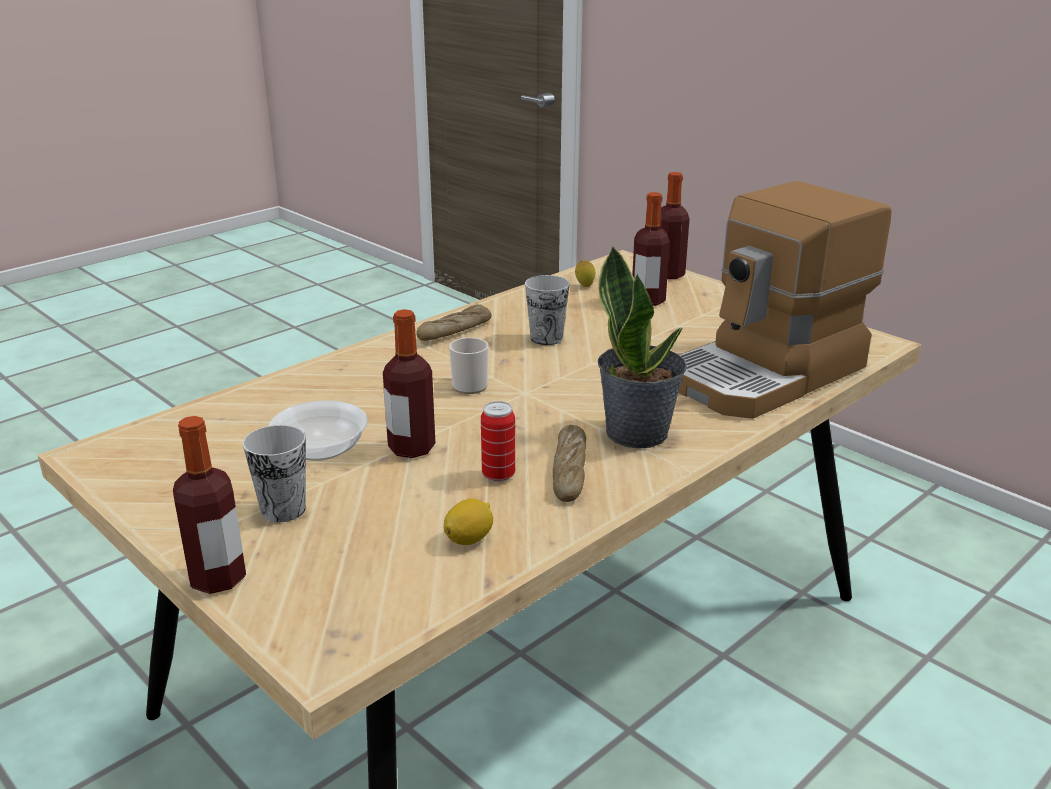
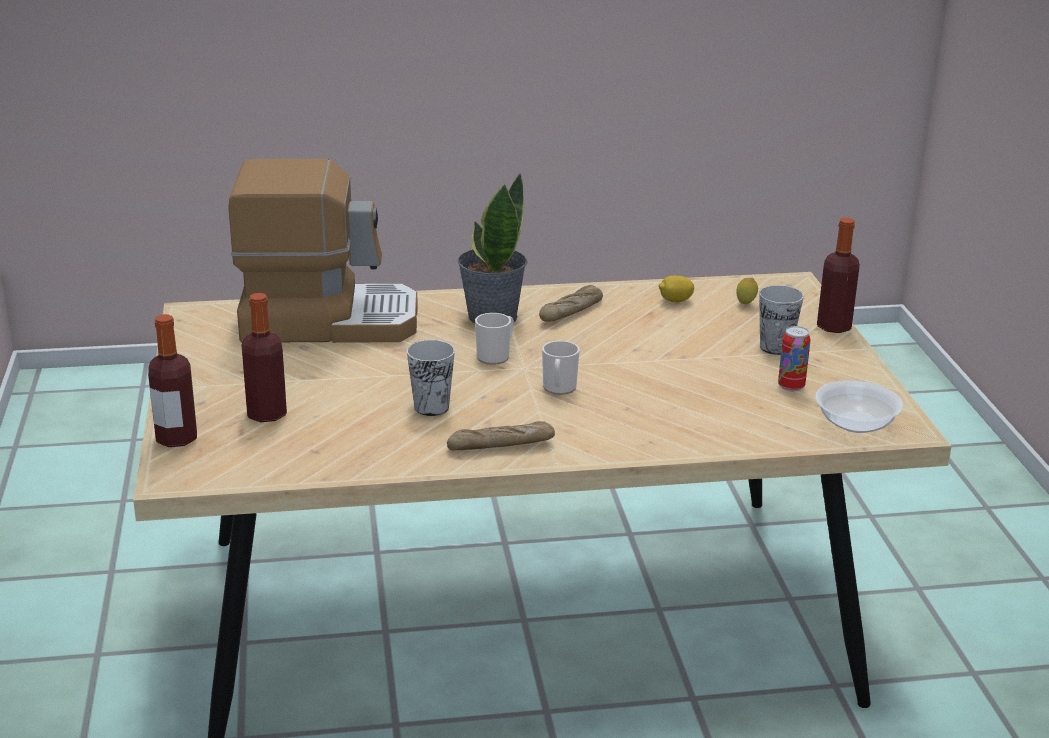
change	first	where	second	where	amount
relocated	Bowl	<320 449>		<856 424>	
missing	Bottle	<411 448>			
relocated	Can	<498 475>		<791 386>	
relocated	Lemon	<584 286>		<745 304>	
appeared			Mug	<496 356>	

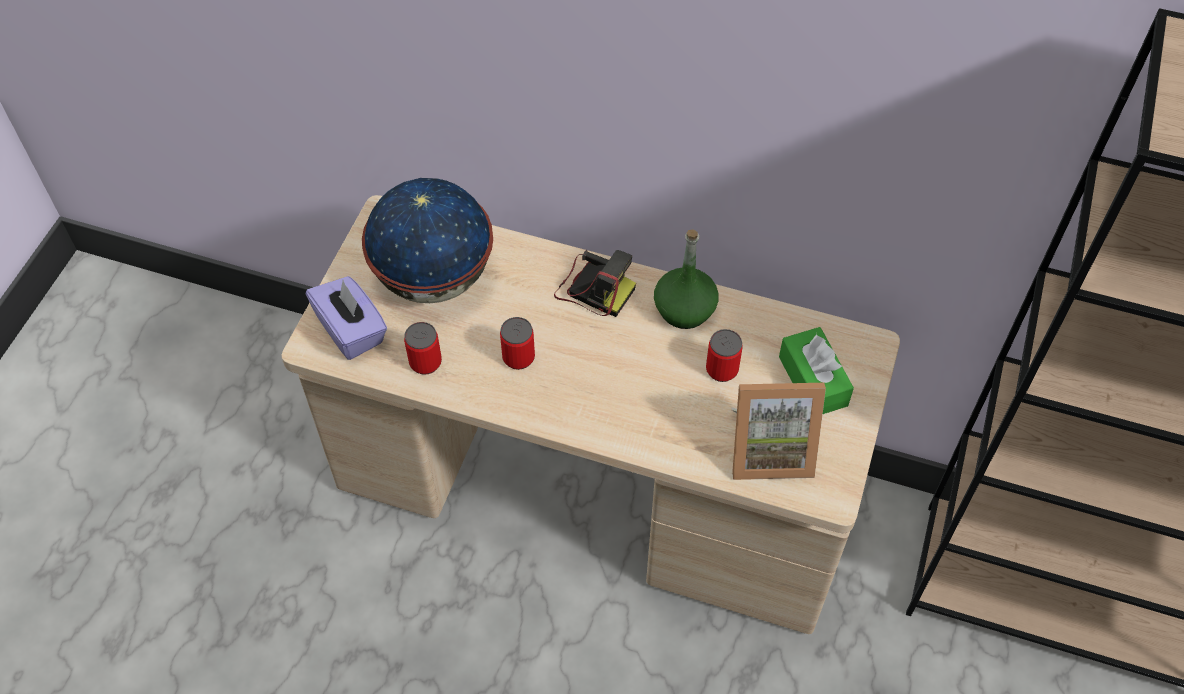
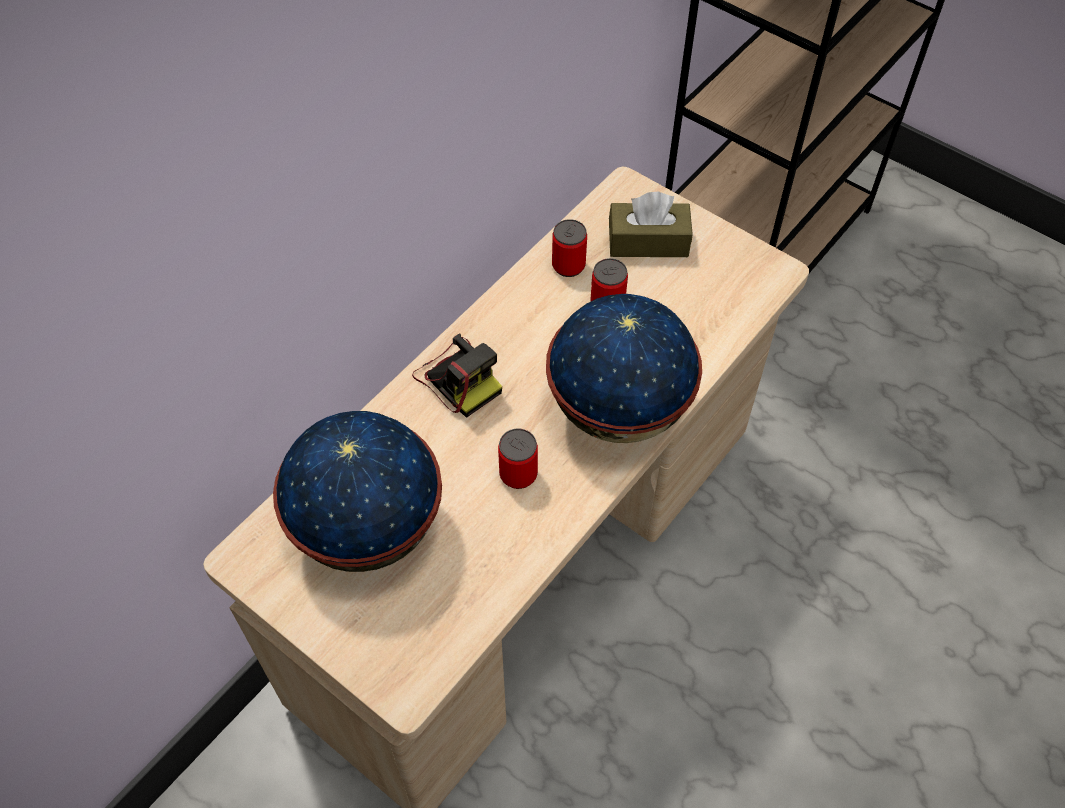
change	first	where	second	where	amount
missing	PurpleTissueBox	<352 330>			
relocated	Can	<425 362>		<568 265>	
spun	PhotoCamera	<593 288>		<458 378>	90 degrees clockwise
missing	GreenBottle	<684 309>			
missing	PictureFrame	<769 450>			
colour	GreenTissueBox	<813 381>	BrownTissueBox	<648 242>	
appeared			Globe	<619 409>	

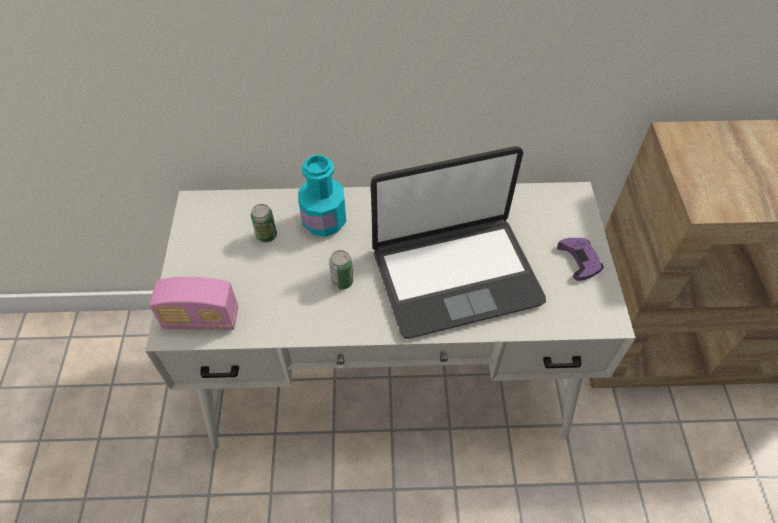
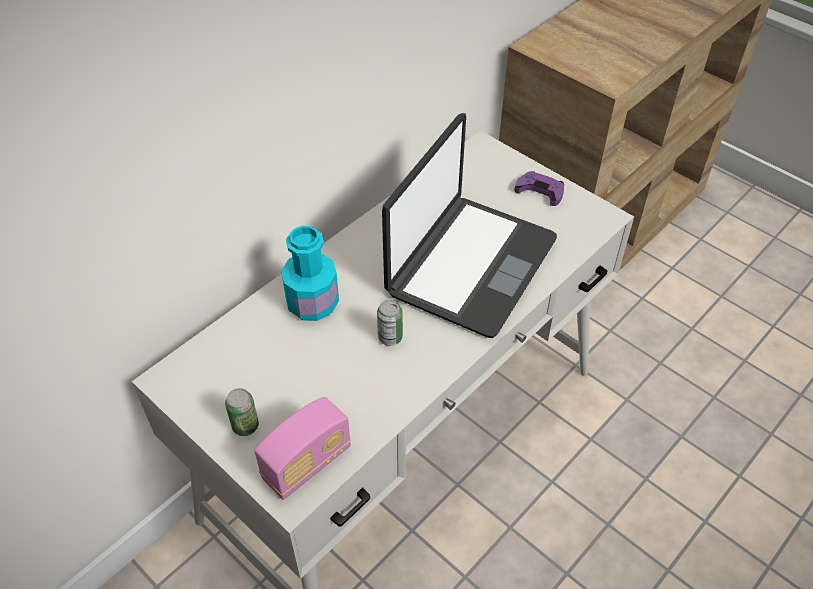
change	first	where	second	where	amount
relocated	Can	<266 235>		<245 426>	

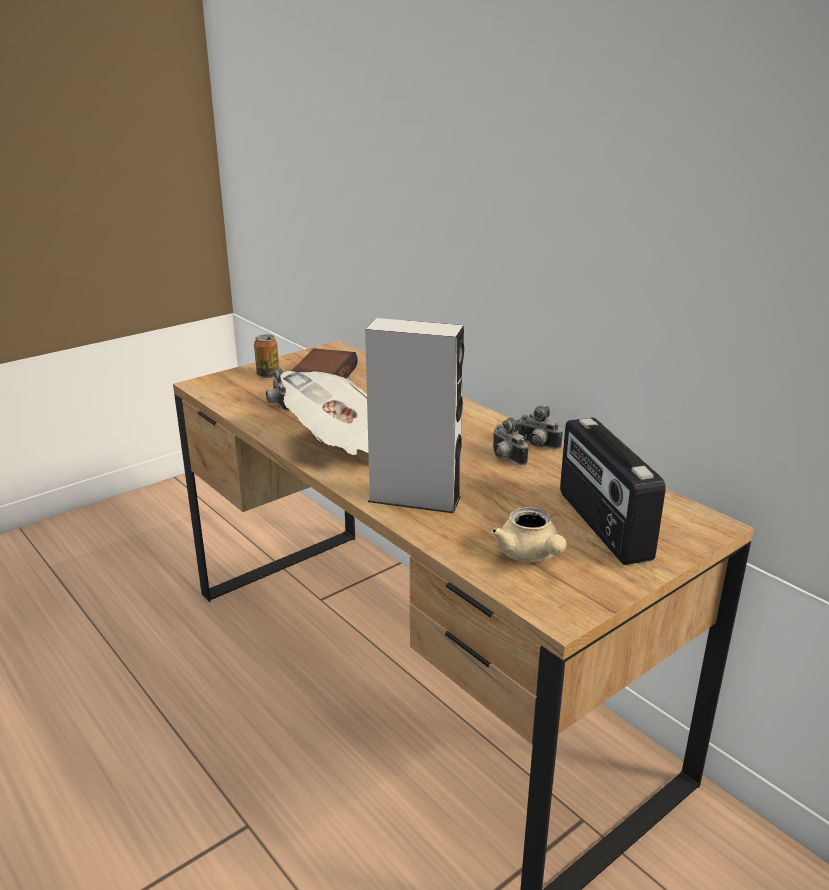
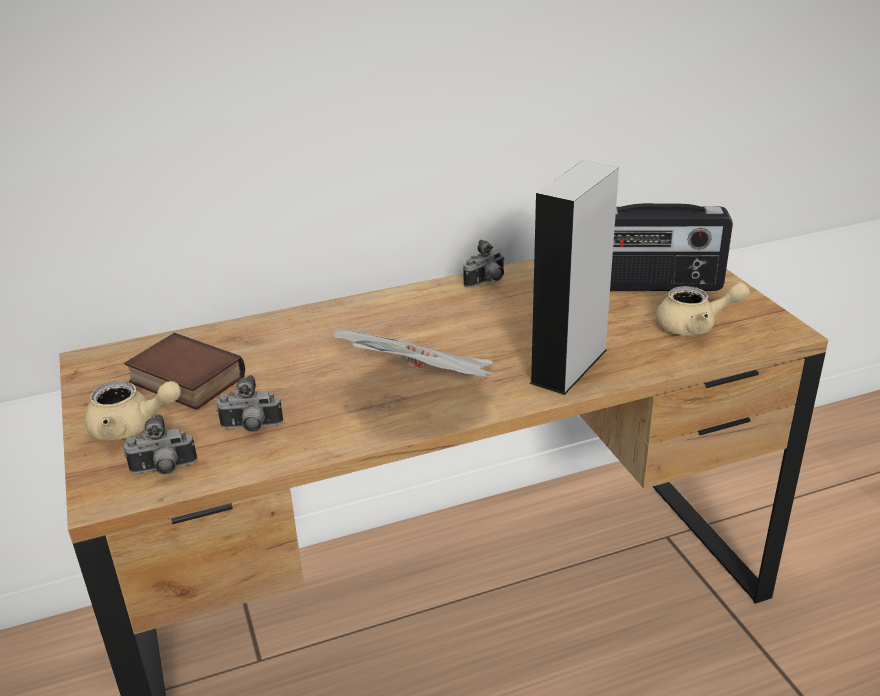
change	first	where	second	where	amount
exchanged	Can	<268 375>	BeigeTeapot	<132 427>	
relocated	PhotoCamera	<505 458>		<163 470>	

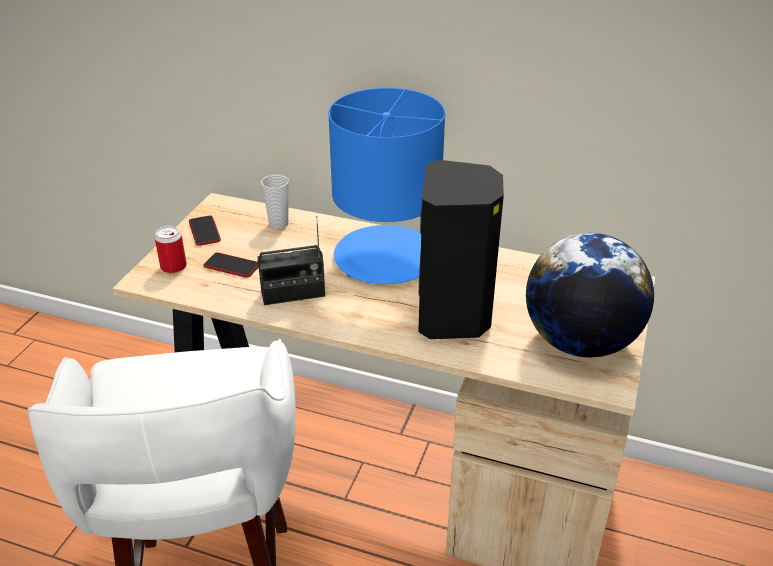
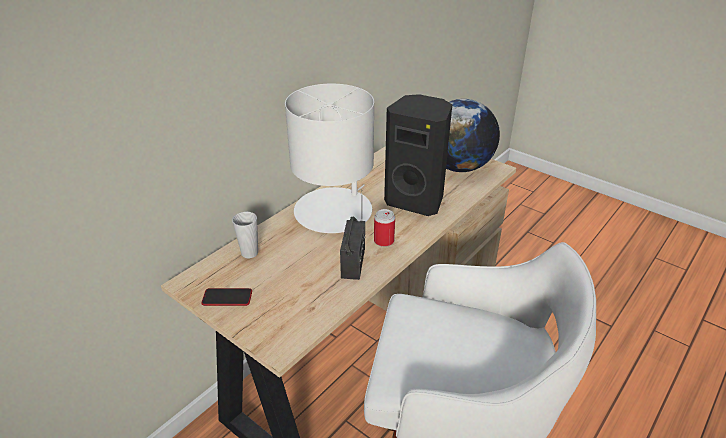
change	first	where	second	where	amount
relocated	Can	<173 267>		<384 241>	
missing	Phone	<232 266>			
colour	BlueTableLamp	<387 257>	WhiteTableLamp	<334 211>	

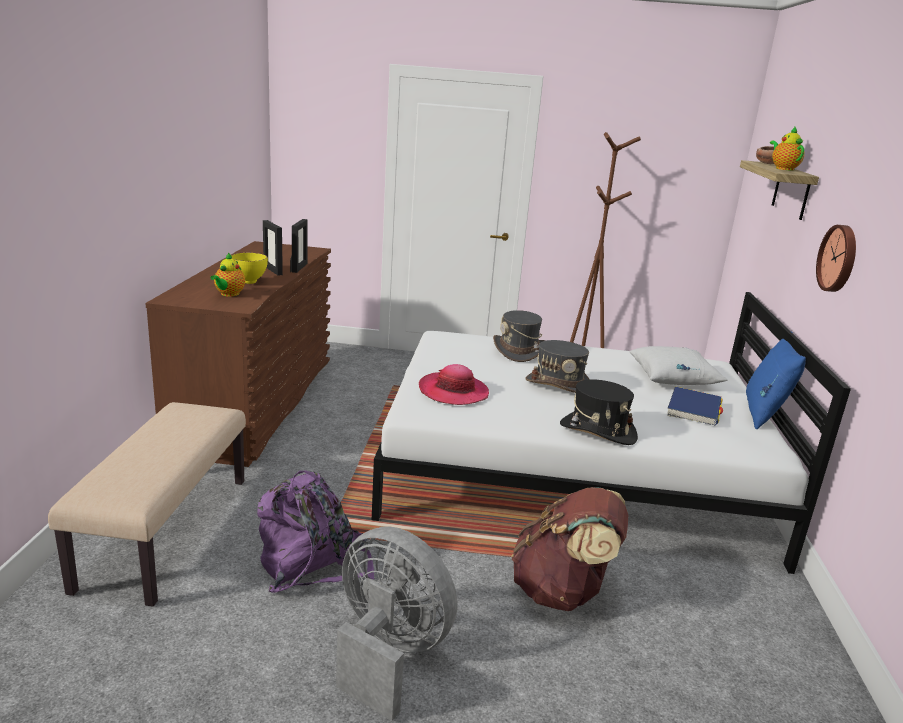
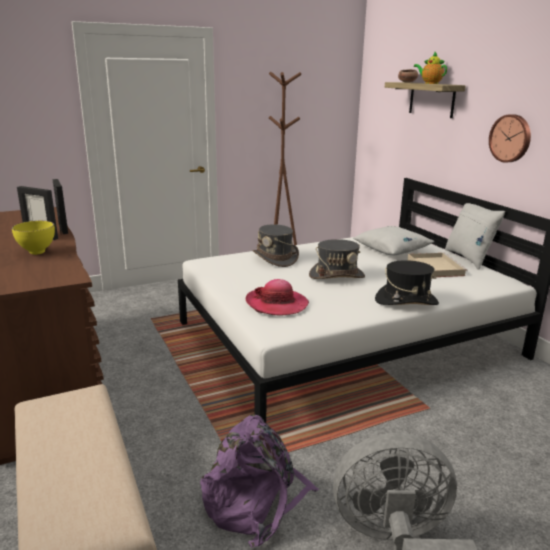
change	first	where	second	where	amount
missing	Teapot	<229 294>			
missing	BrownBackpack	<562 591>			
exchanged	BlueBook	<694 409>	BeigeTray	<434 267>	
colour	BluePillow	<764 414>	GreyPillow	<468 259>	

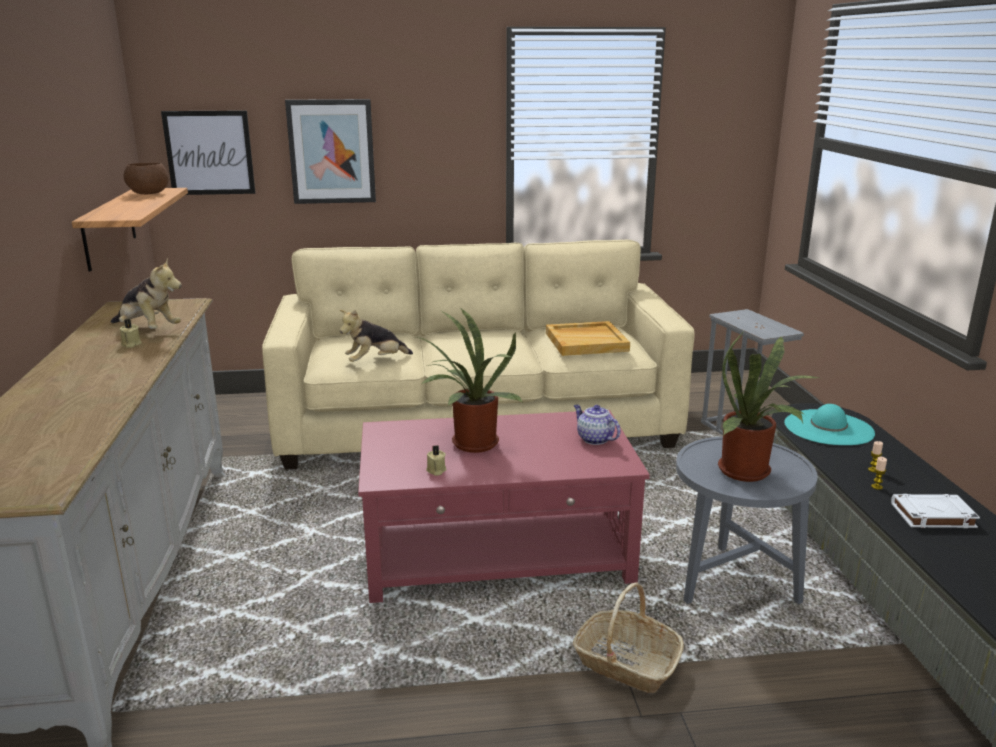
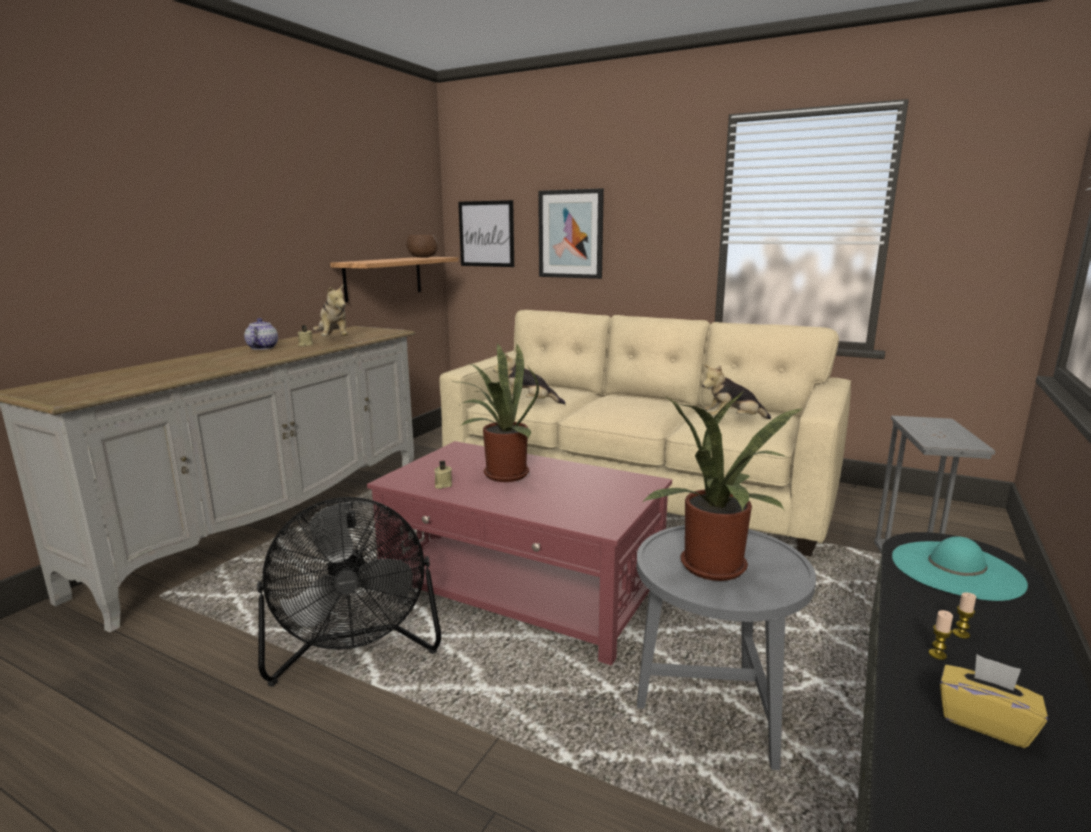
change	first	where	second	where	amount
exchanged	BeigeTray	<587 342>	PlushToy	<732 421>	
missing	Basket	<626 663>			
relocated	Teapot	<594 439>		<262 348>	
exchanged	WhiteBook	<932 516>	YellowTissueBox	<984 721>	
appeared			BlackFan	<349 650>	

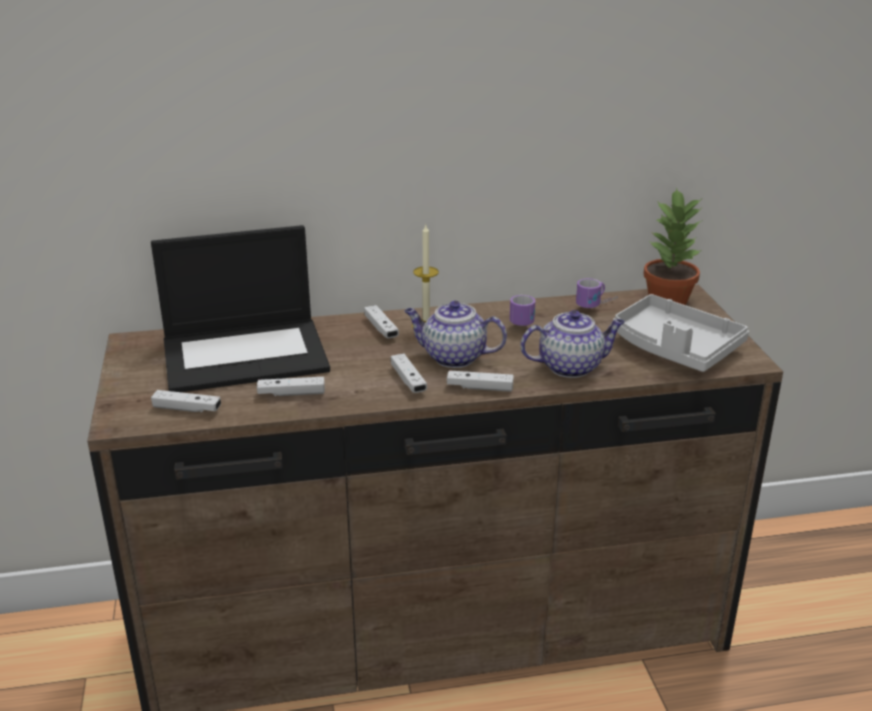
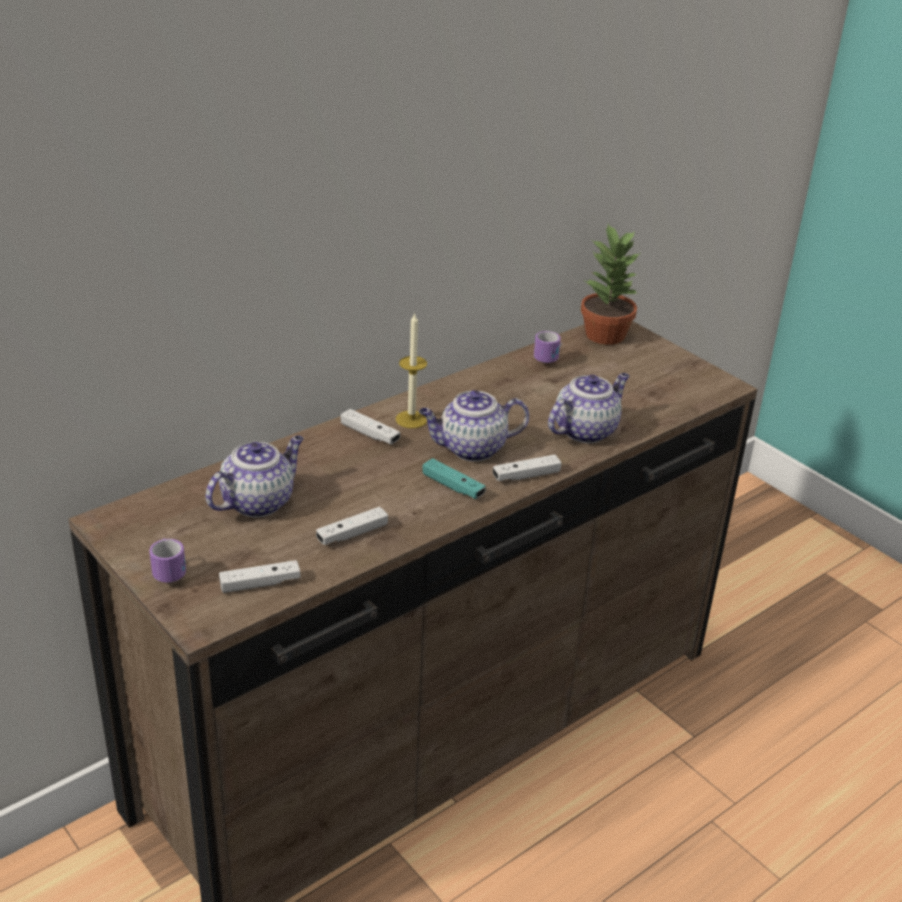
change	first	where	second	where	amount
exchanged	Laptop	<246 354>	Teapot	<258 502>	
colour	WhiteGameController	<408 380>	TurquoiseGameController	<453 486>	
relocated	Mug	<523 320>		<167 568>	
missing	GreyTray	<674 348>			

